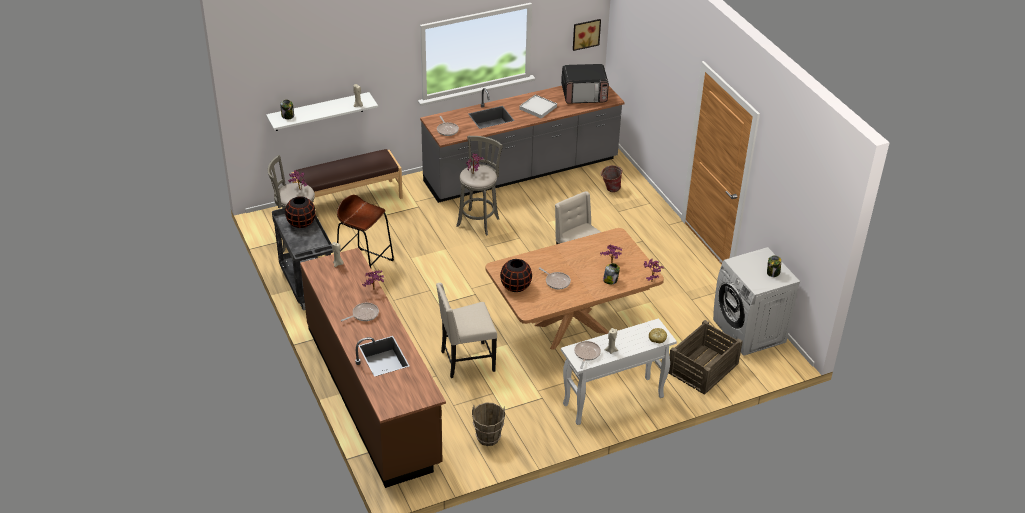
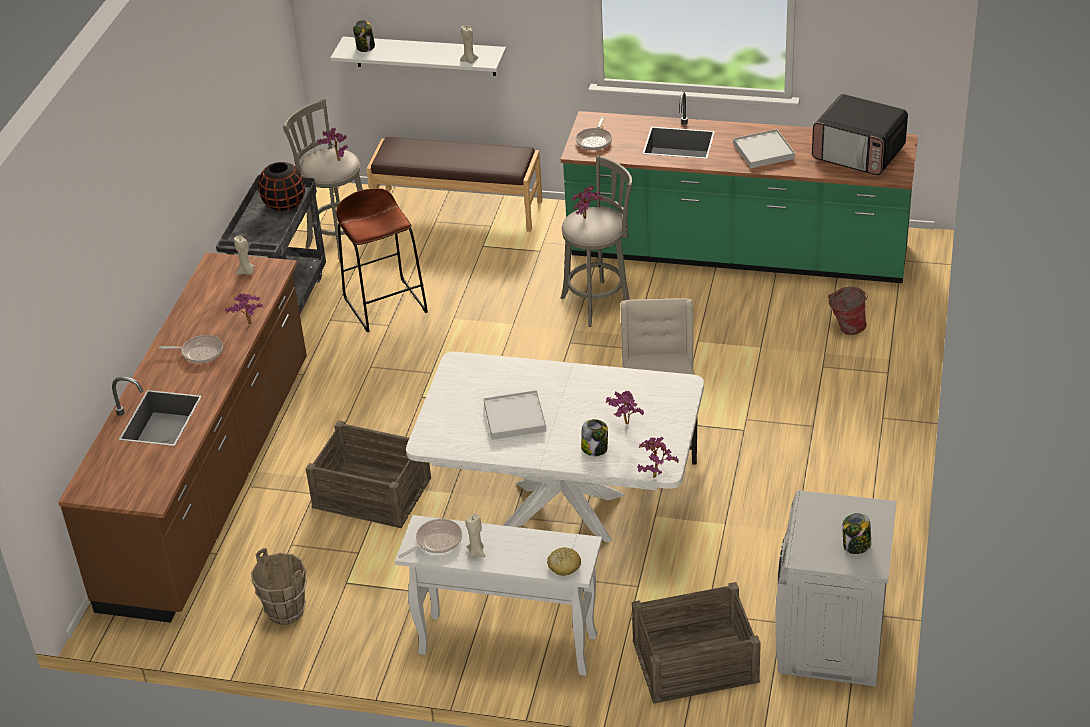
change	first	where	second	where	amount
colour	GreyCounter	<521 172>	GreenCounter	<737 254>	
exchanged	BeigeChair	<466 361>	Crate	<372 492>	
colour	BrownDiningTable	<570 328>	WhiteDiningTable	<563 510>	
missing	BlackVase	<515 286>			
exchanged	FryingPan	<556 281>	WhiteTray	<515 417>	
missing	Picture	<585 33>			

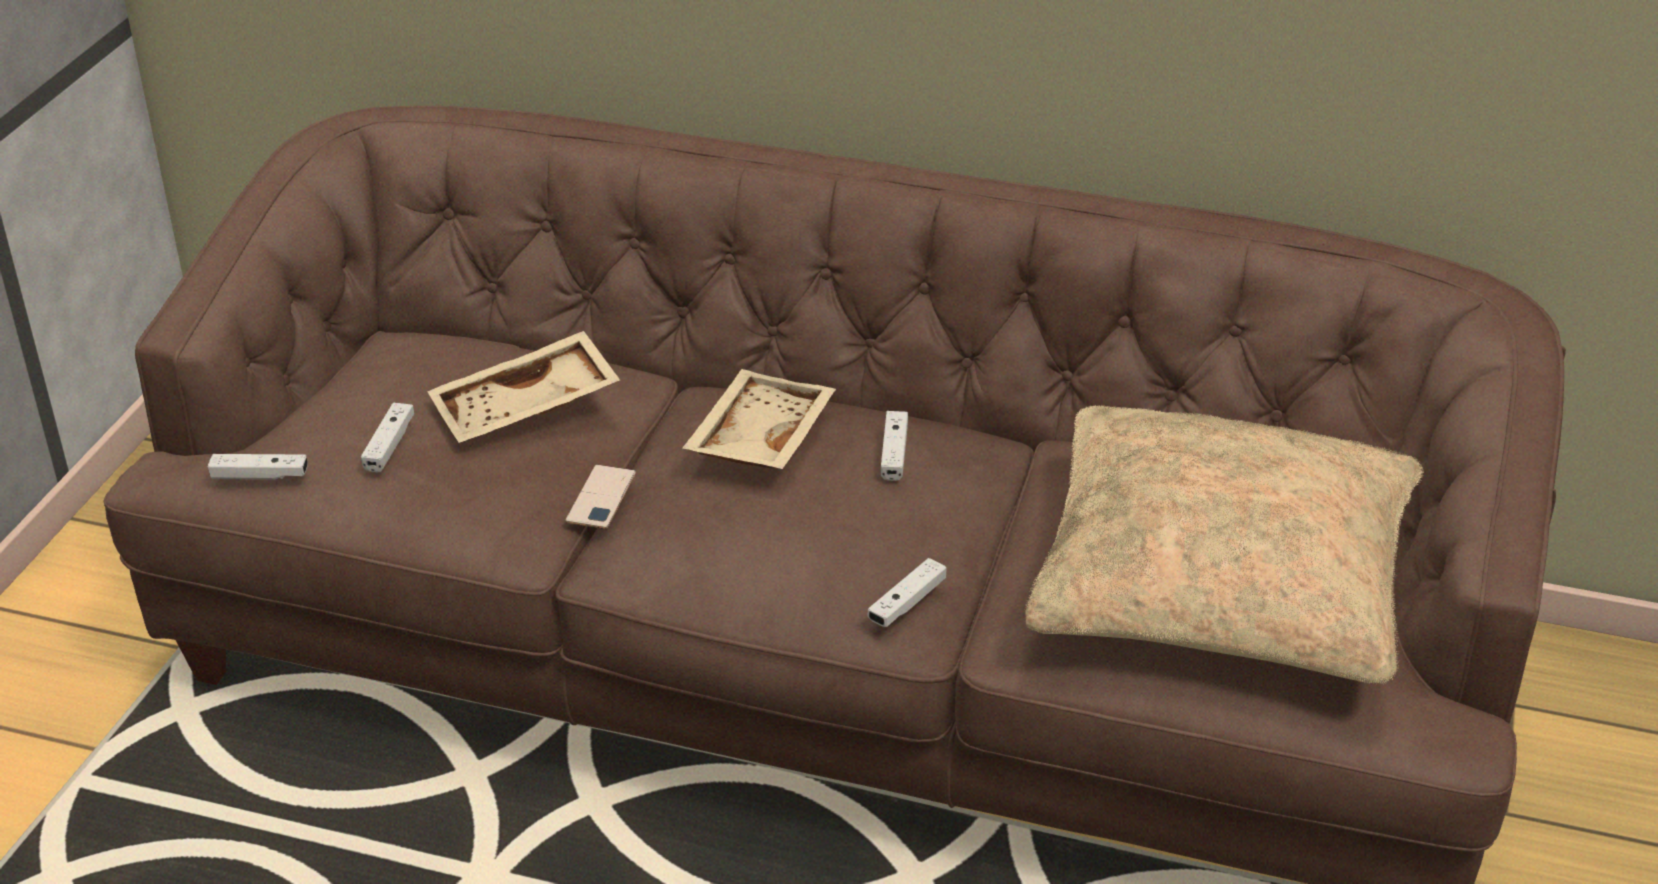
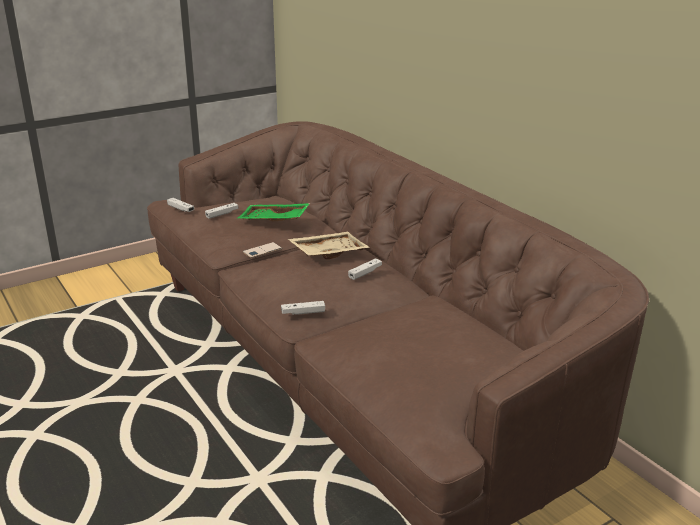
change	first	where	second	where	amount
colour	BeigeTray	<526 409>	GreenTray	<273 220>	
missing	BeigePillow	<1223 583>			

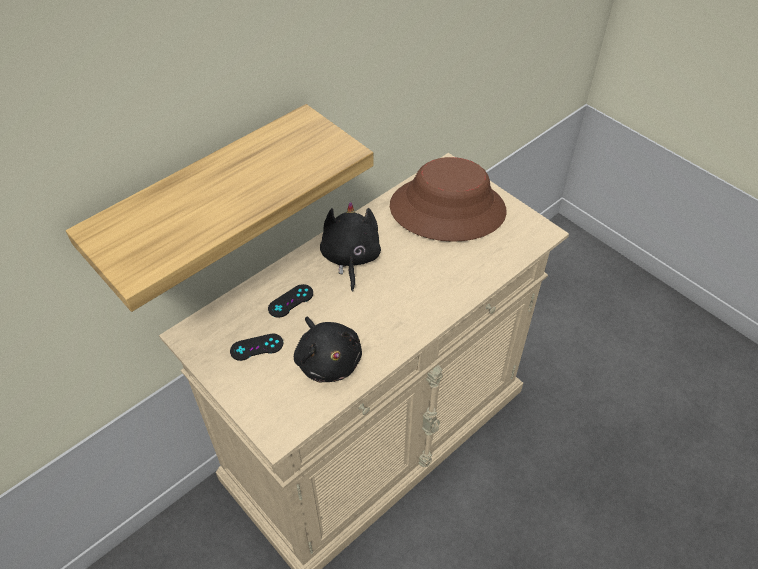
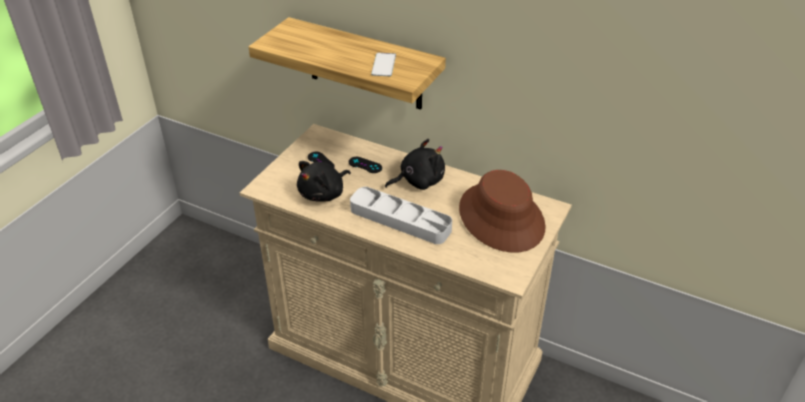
change	first	where	second	where	amount
appeared			GreyTray	<400 219>	
appeared			Phone	<383 65>	

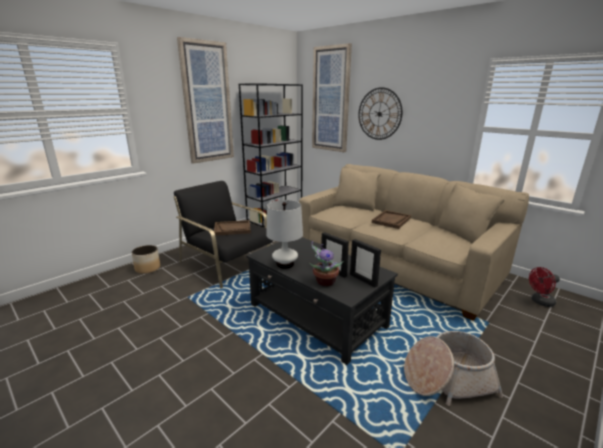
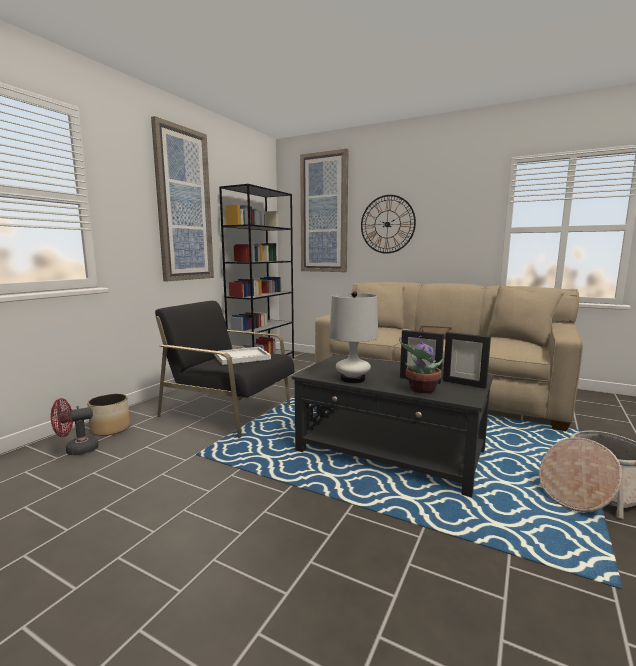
change	first	where	second	where	amount
colour	BrownTray	<232 229>	WhiteTray	<242 357>	
relocated	RedFan	<540 302>		<76 450>	

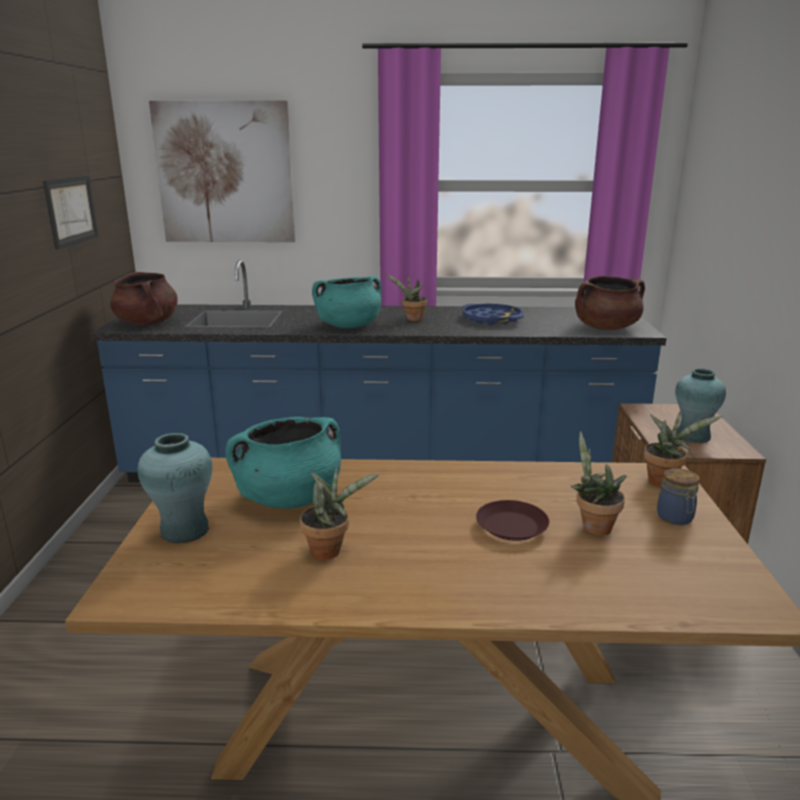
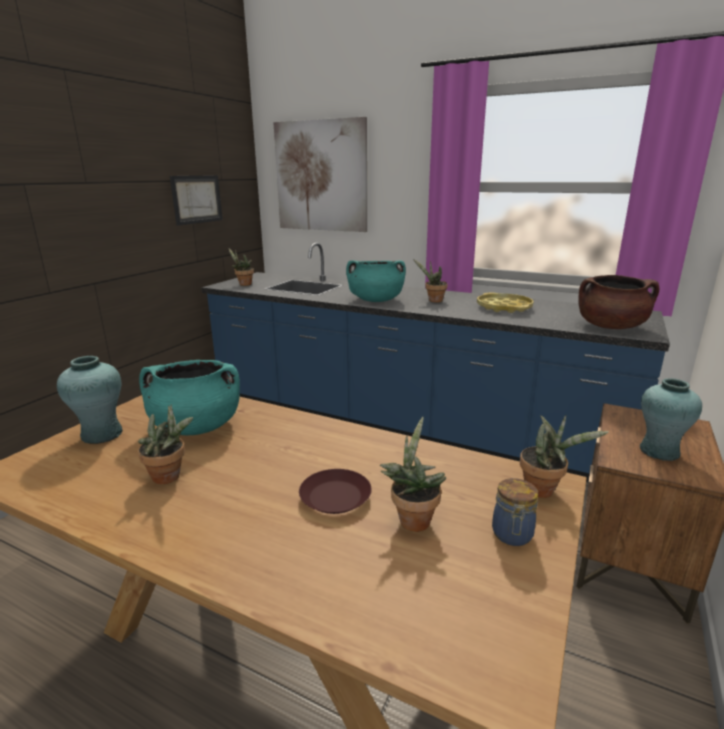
change	first	where	second	where	amount
exchanged	BrownCookingPot	<147 323>	PottedPlant	<243 284>	
colour	BlueTray	<492 319>	YellowTray	<504 307>	

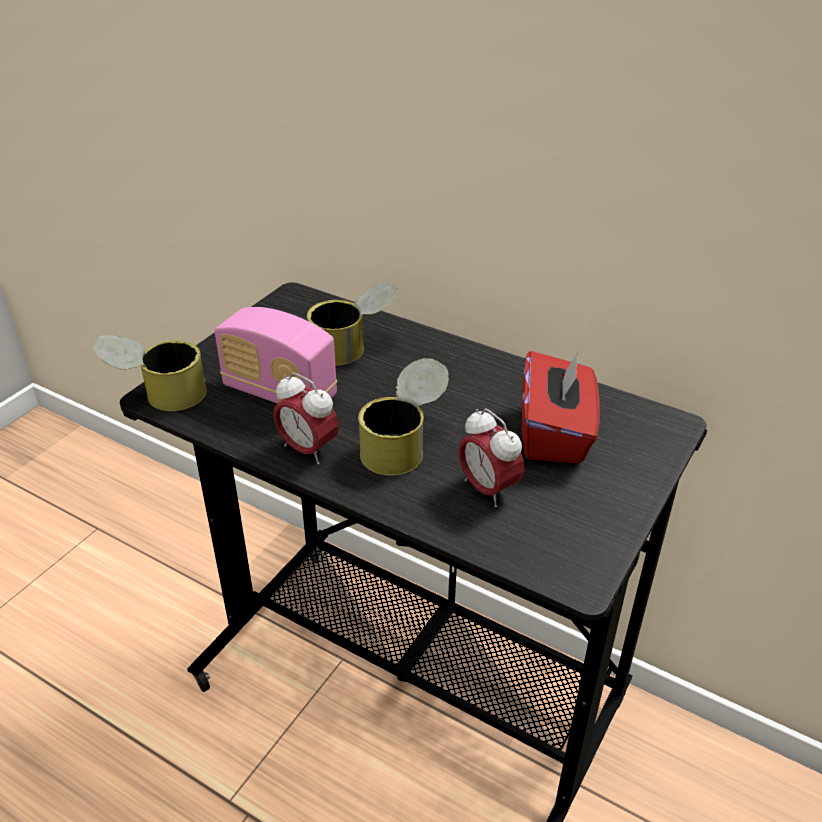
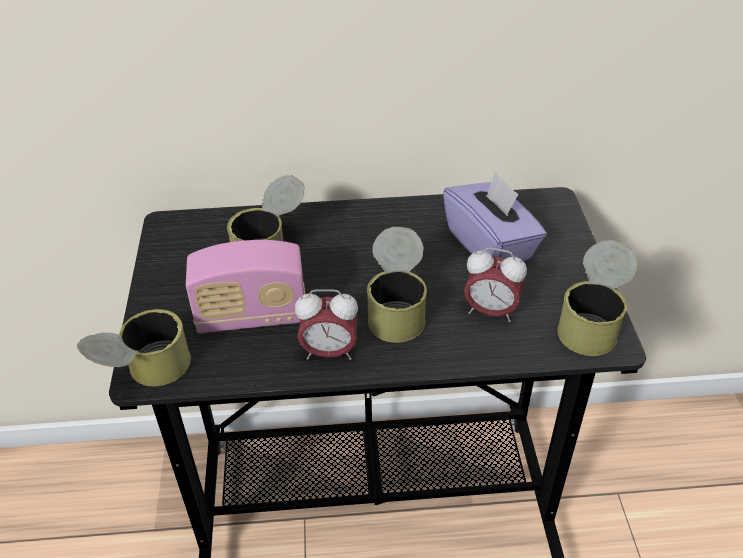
change	first	where	second	where	amount
colour	RedTissueBox	<555 434>	PurpleTissueBox	<490 245>	
appeared			Can	<592 322>	

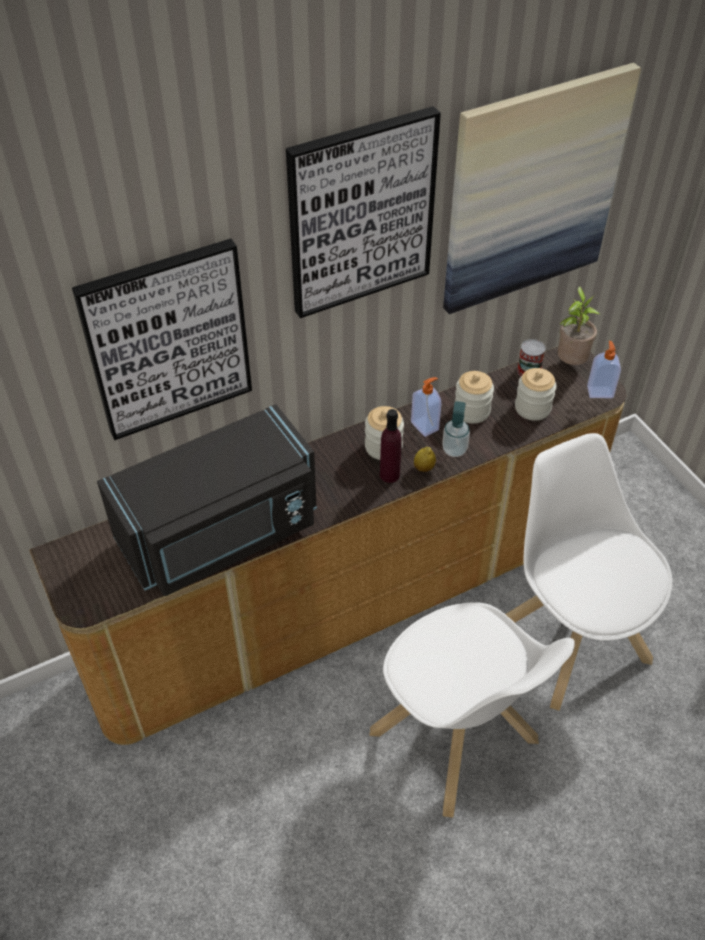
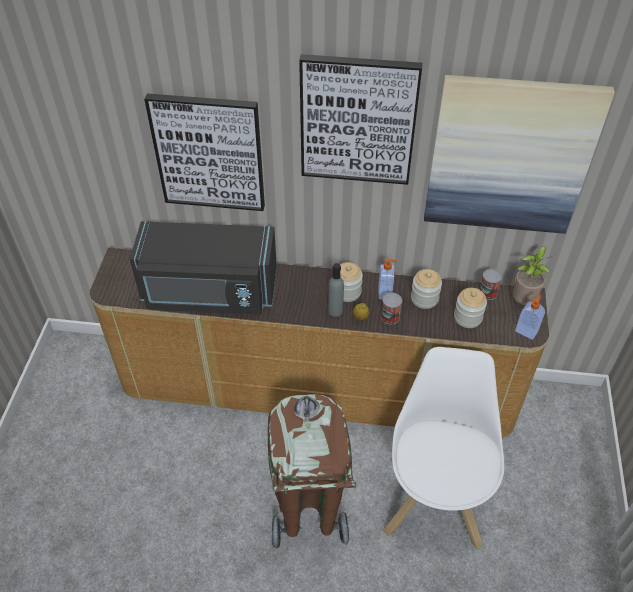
change	first	where	second	where	amount
exchanged	WhiteChair	<457 740>	BrownTrashCan	<308 512>	
colour	PurpleBottle	<389 475>	GreyBottle	<335 310>	
exchanged	SoapDispenser	<454 450>	Can	<390 317>	

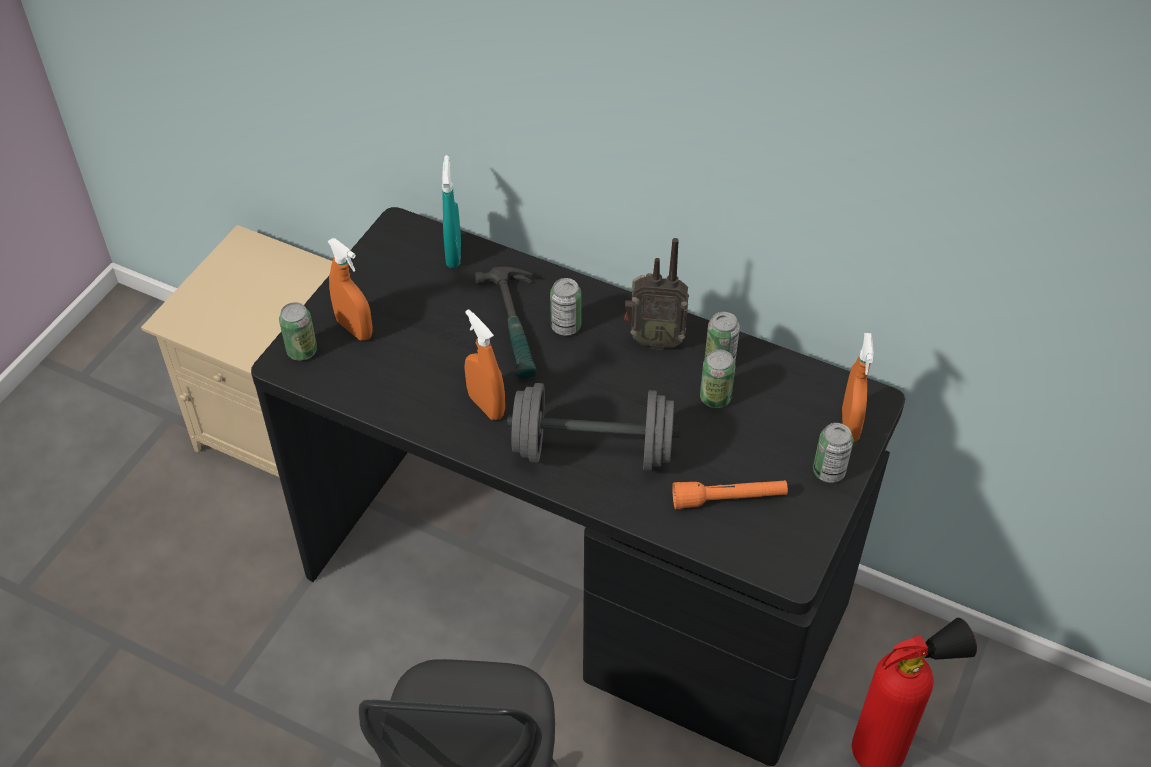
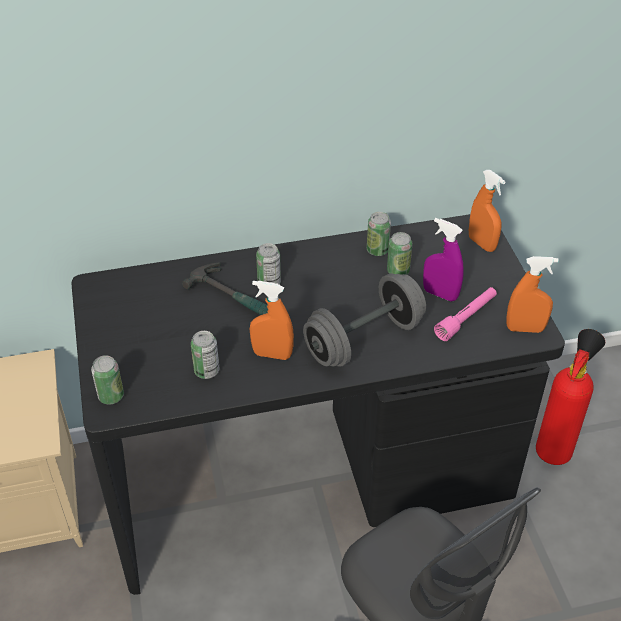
change	first	where	second	where	amount
relocated	OrangeSprayBottle	<354 329>		<525 329>	
missing	TurquoiseSprayBottle	<453 254>			
missing	Radio	<654 339>			
colour	OrangeFlashlight	<729 499>	PinkFlashlight	<466 318>	
relocated	Can	<829 471>		<206 371>	
appeared			PurpleSprayBottle	<440 294>	

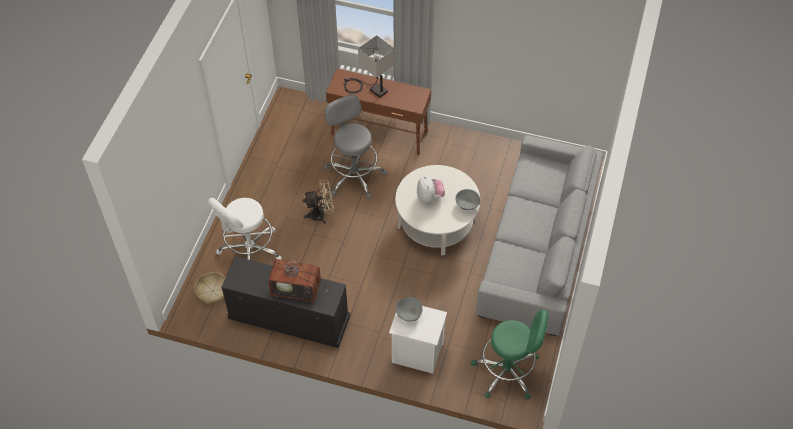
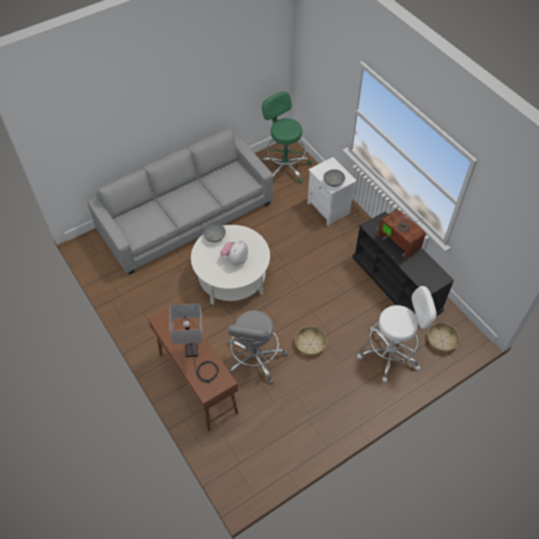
change	first	where	second	where	amount
exchanged	BeigeFan	<321 214>	Basket	<310 344>	

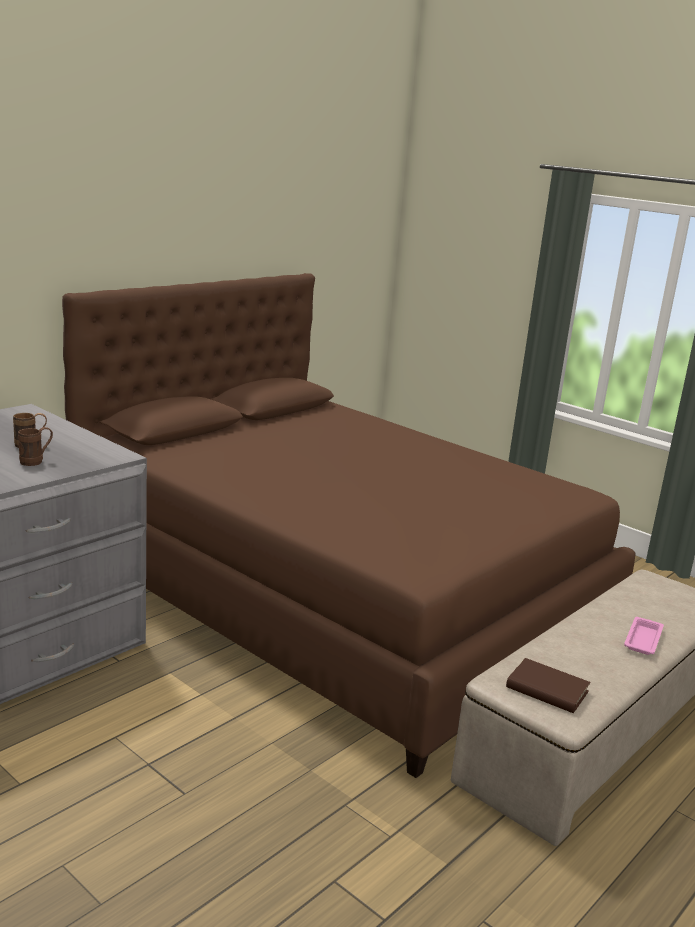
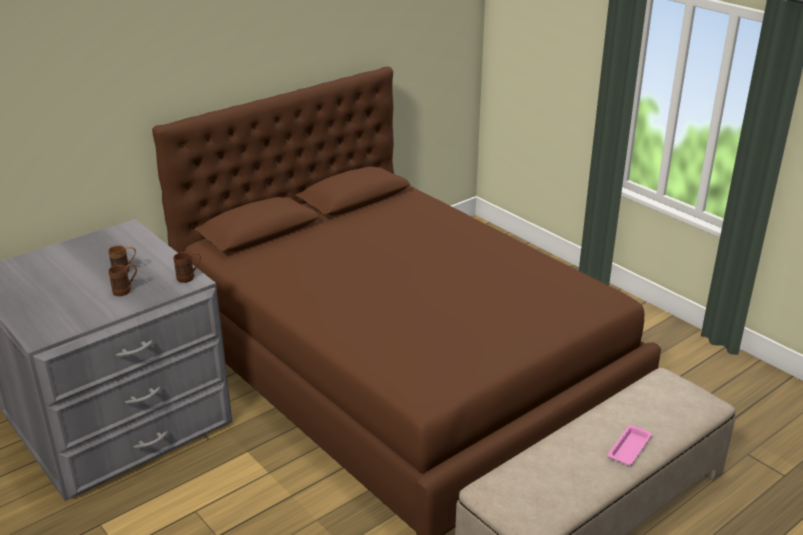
change	first	where	second	where	amount
missing	BrownBook	<547 690>			
appeared			BrownMug	<189 278>	

